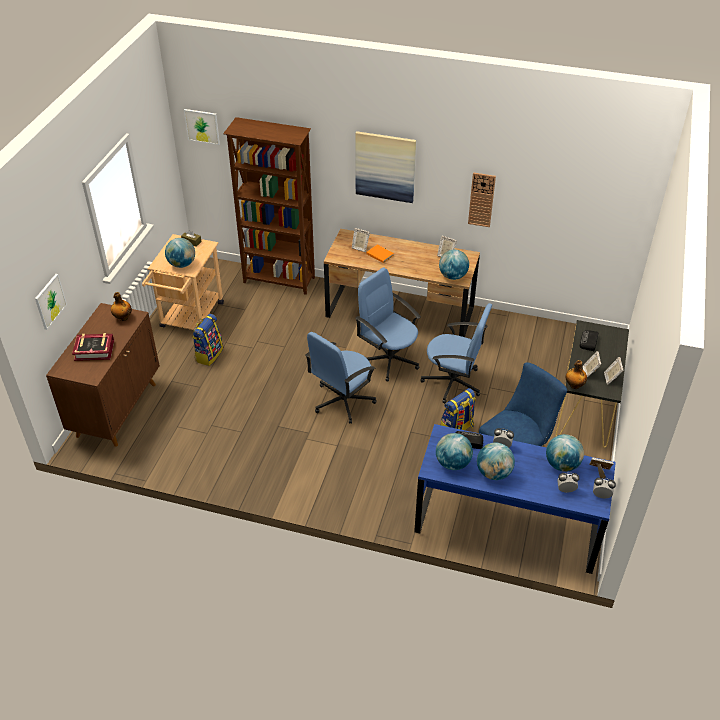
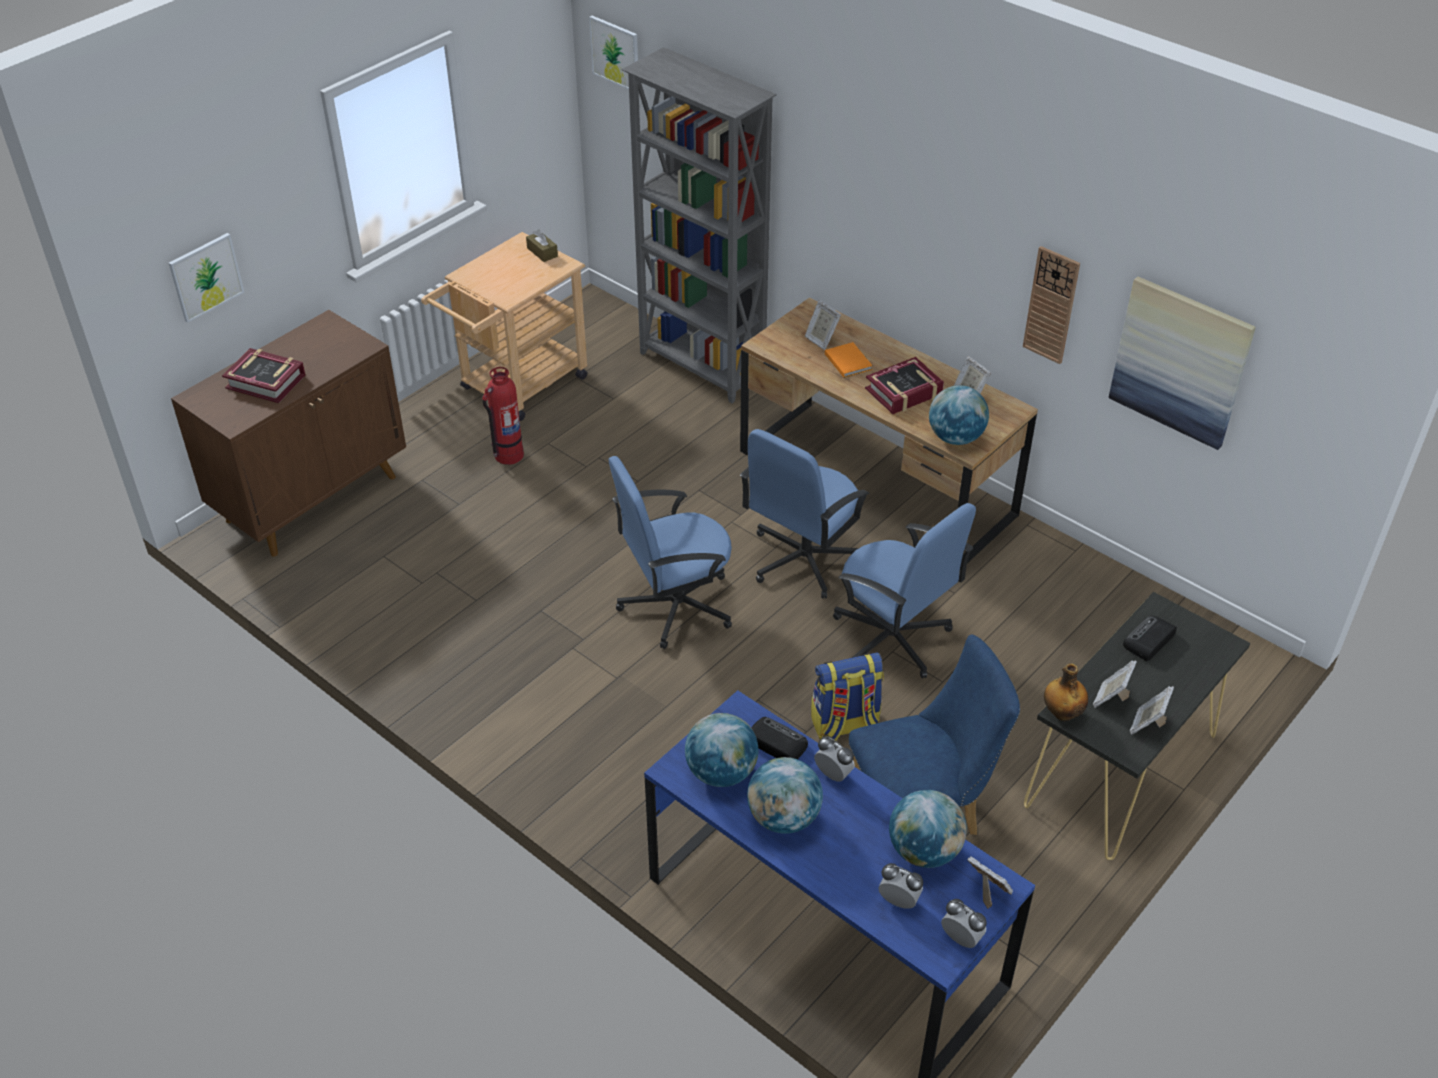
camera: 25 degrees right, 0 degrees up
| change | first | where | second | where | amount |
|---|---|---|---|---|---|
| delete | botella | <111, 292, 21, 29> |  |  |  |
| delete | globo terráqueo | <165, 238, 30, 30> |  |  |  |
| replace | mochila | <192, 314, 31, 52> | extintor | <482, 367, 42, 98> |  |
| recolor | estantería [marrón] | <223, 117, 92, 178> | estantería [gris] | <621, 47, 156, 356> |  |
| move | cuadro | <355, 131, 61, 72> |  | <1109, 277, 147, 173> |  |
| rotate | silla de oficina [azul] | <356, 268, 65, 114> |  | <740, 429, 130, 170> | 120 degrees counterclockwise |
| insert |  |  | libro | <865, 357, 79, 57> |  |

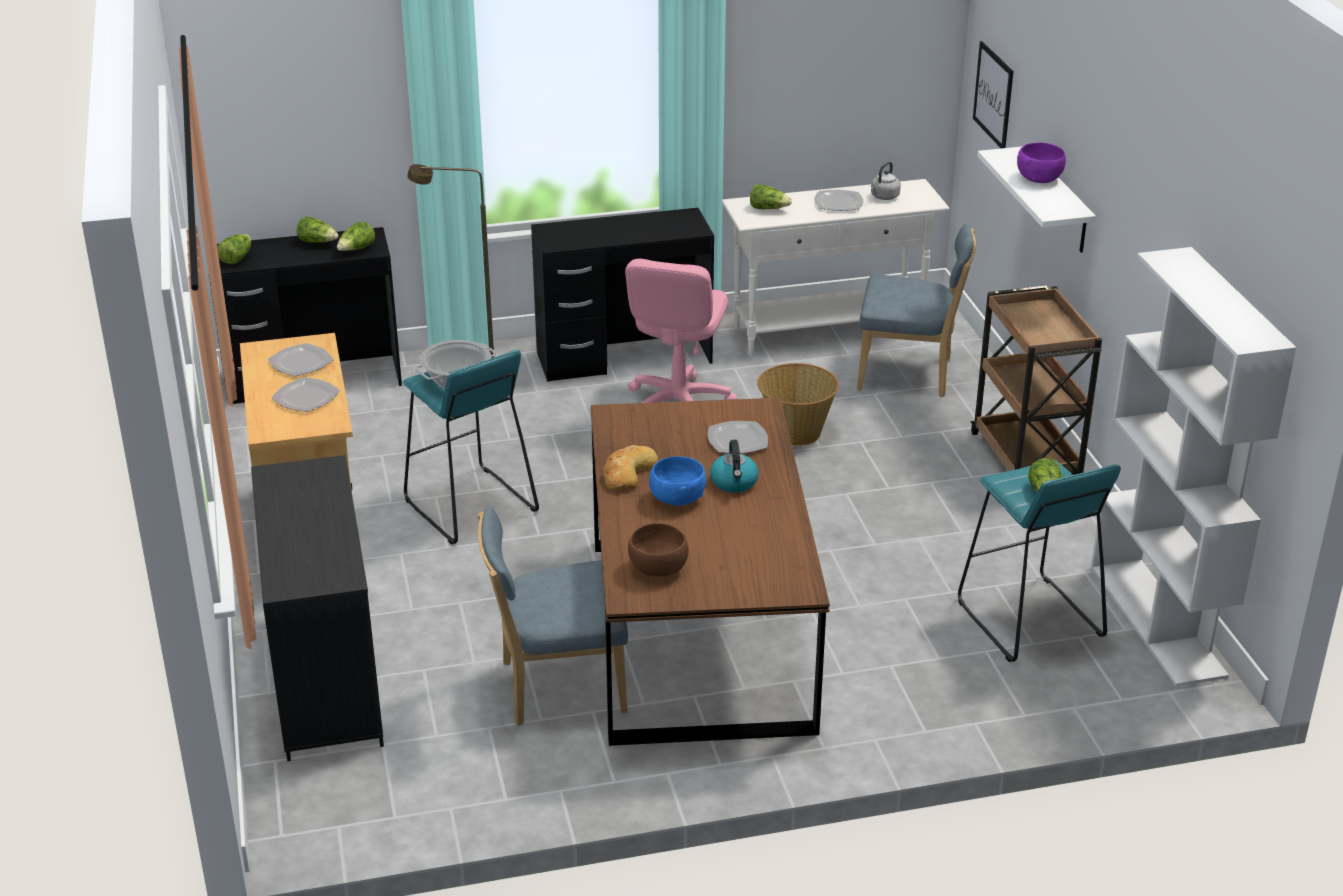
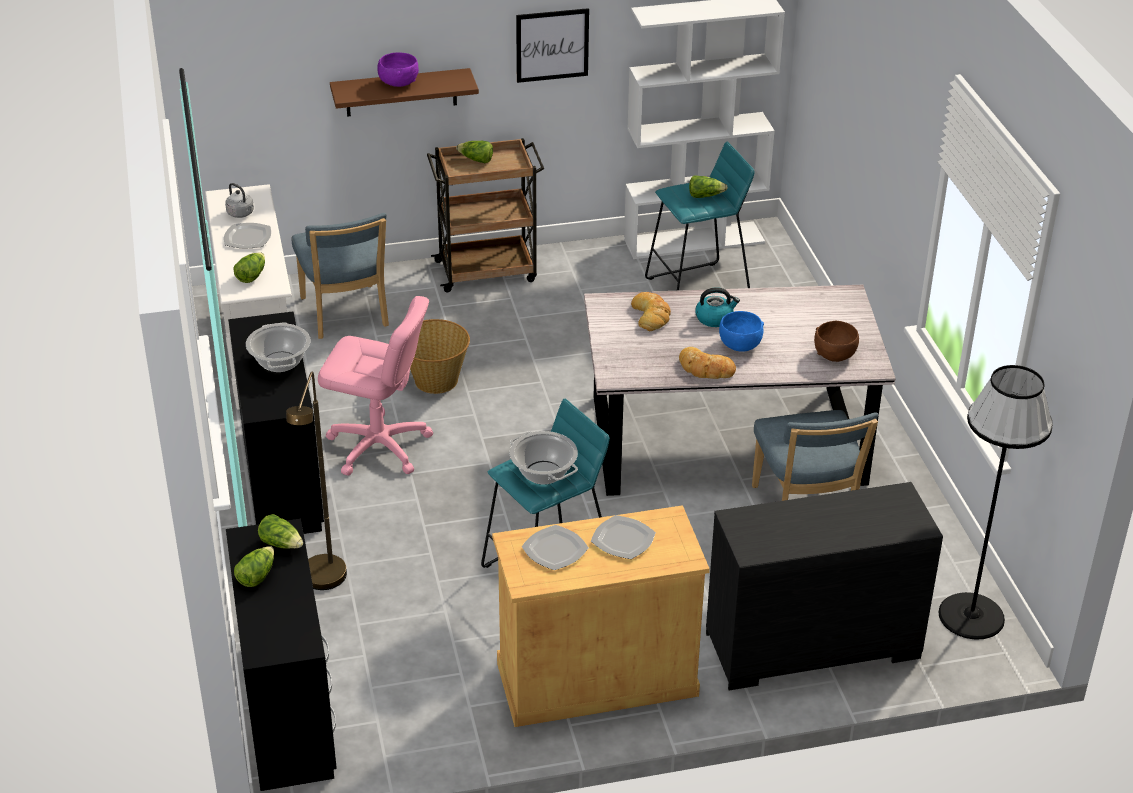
camera: 90 degrees left, 5 degrees up
| change | first | where | second | where | amount |
|---|---|---|---|---|---|
| move | lechuga | <217, 234, 34, 30> |  | <456, 141, 37, 23> |  |
| recolor | mesa de comedor [marrón] | <591, 398, 239, 348> | mesa de comedor [gris] | <584, 285, 312, 211> |  |
| replace | plato | <708, 421, 60, 32> | pan | <631, 292, 40, 39> |  |
| rotate | silla [azul] | <857, 223, 119, 174> |  | <292, 213, 97, 126> | 150 degrees clockwise |
| move | cuadro | <973, 41, 40, 107> |  | <516, 8, 73, 75> |  |
| recolor | estante [blanco] | <977, 146, 119, 107> | estante [marrón] | <330, 68, 149, 49> |  |
| insert |  |  | olla | <246, 322, 64, 50> |  |
| insert |  |  | lámpara de pie [negro] | <939, 365, 114, 275> |  |

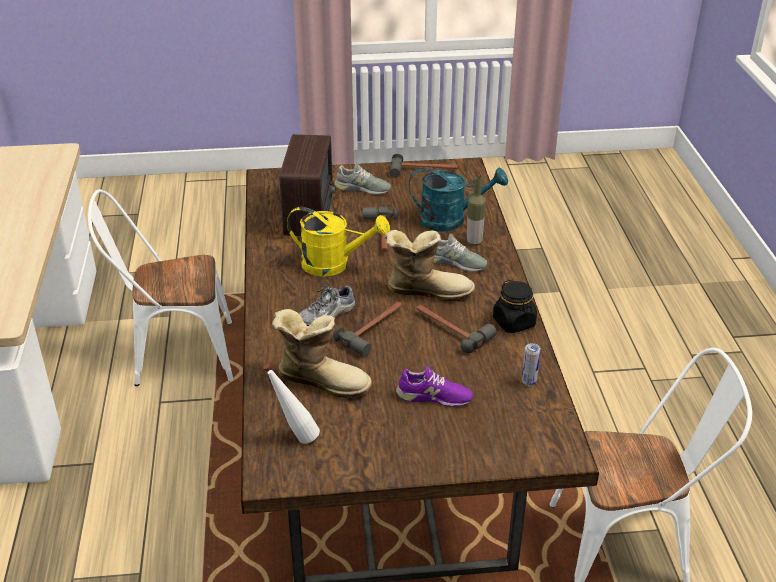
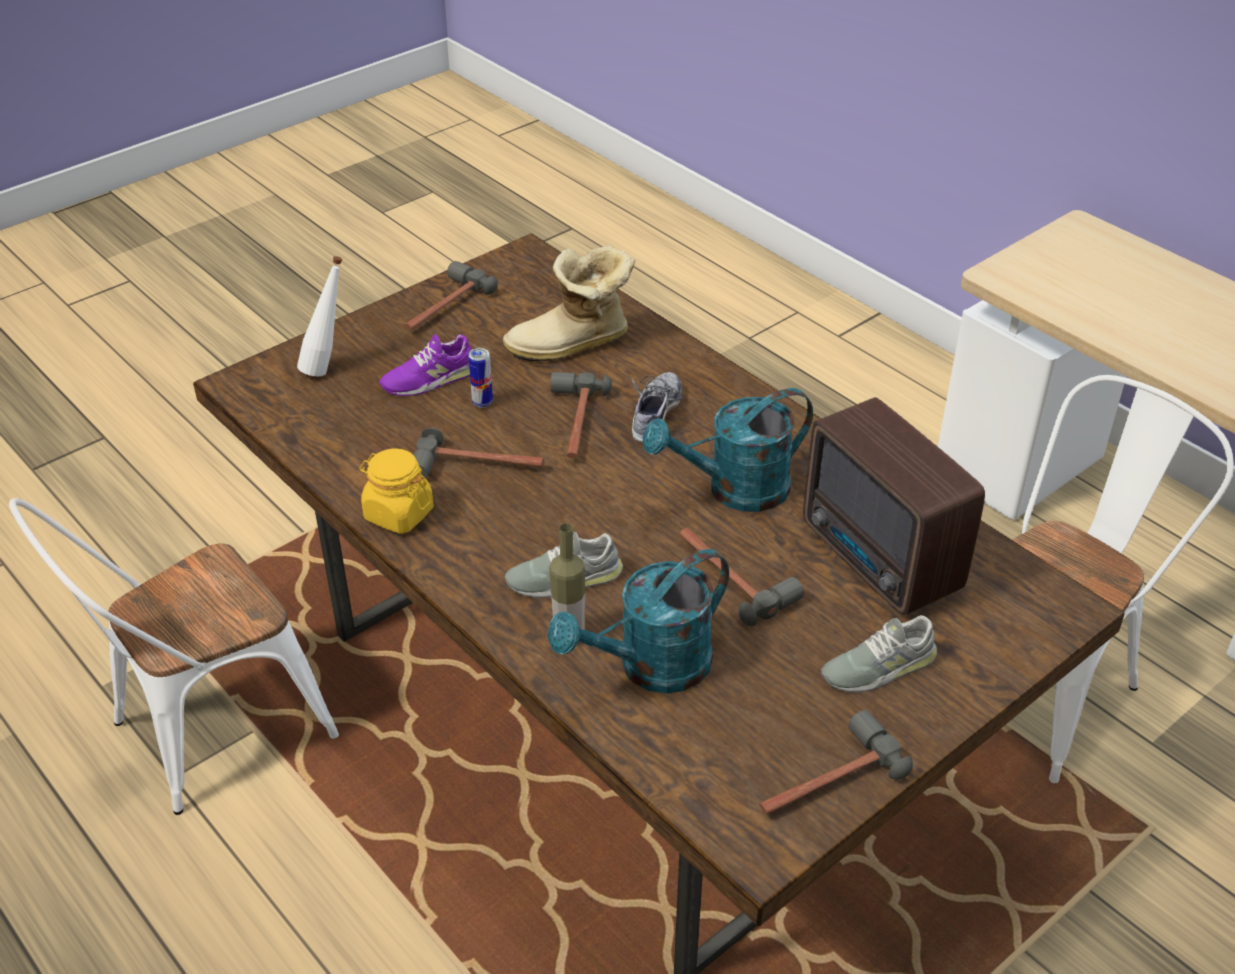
camera: 145 degrees right, 5 degrees up
| change | first | where | second | where | amount |
|---|---|---|---|---|---|
| move | botella [blanco] | <263, 364, 57, 80> |  | <297, 256, 45, 121> |  |
| recolor | regadera [amarillo] | <287, 207, 103, 69> | regadera [turquesa] | <643, 388, 170, 124> |  |
| delete | bota | <384, 230, 91, 71> |  |  |  |
| recolor | tarro [negro] | <493, 280, 44, 53> | tarro [amarillo] | <360, 449, 74, 85> |  |
| move | lata | <522, 343, 19, 43> |  | <468, 348, 25, 60> |  |
| insert |  |  | martillo | <405, 261, 93, 69> |  |

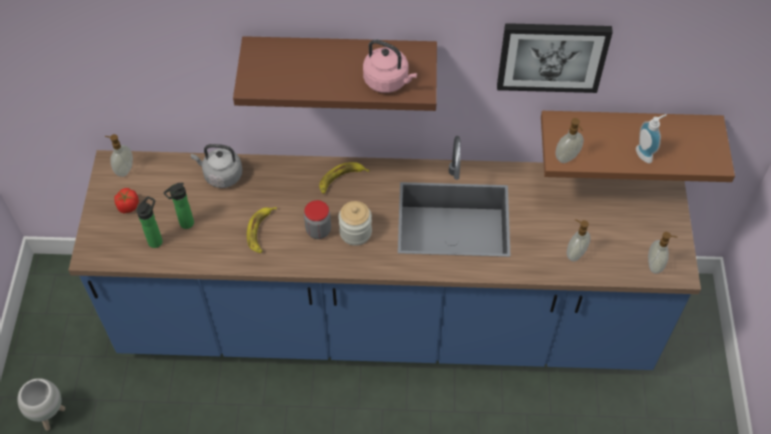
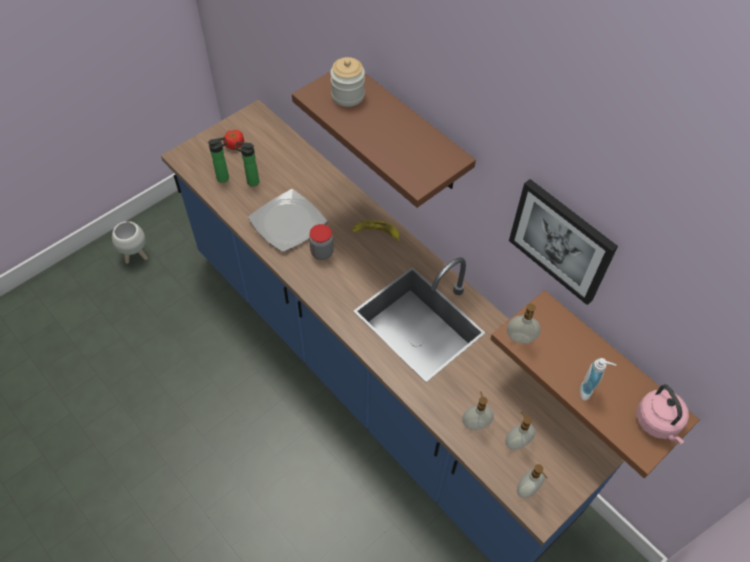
camera: 45 degrees right, 0 degrees up
| change | first | where | second | where | amount |
|---|---|---|---|---|---|
| move | dispensador de jabón | <105, 134, 28, 43> |  | <505, 411, 31, 39> |  |
| delete | hervidor [gris] | <191, 144, 51, 44> |  |  |  |
| replace | plátano | <247, 207, 30, 46> | plato | <248, 189, 79, 63> |  |
| move | tarro | <338, 201, 34, 45> |  | <330, 57, 35, 50> |  |
| move | hervidor [rosa] | <363, 39, 54, 54> |  | <637, 384, 52, 60> |  |

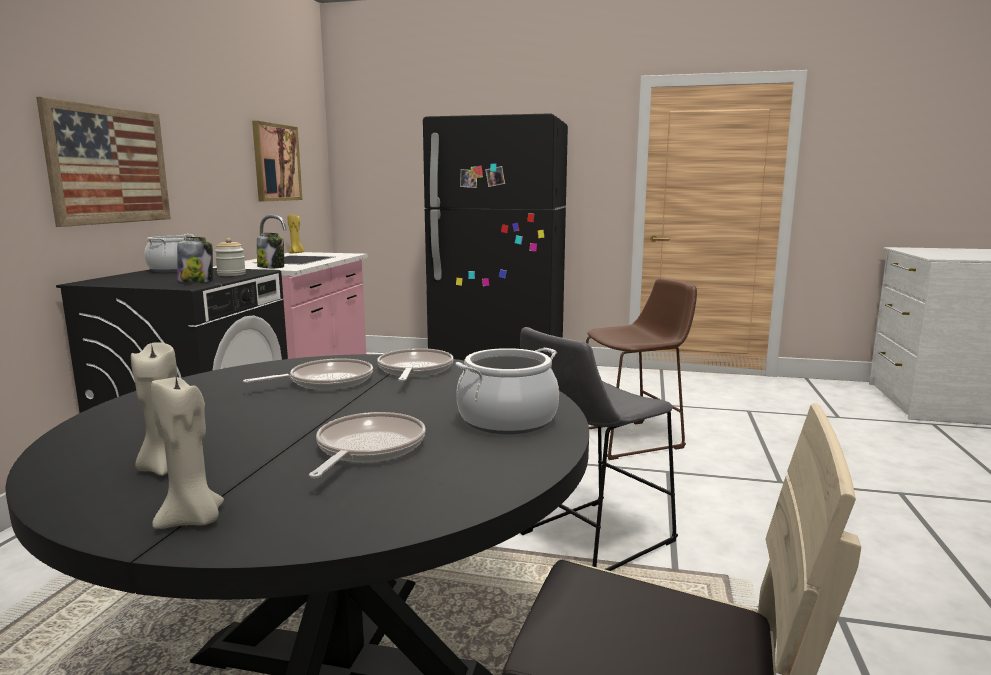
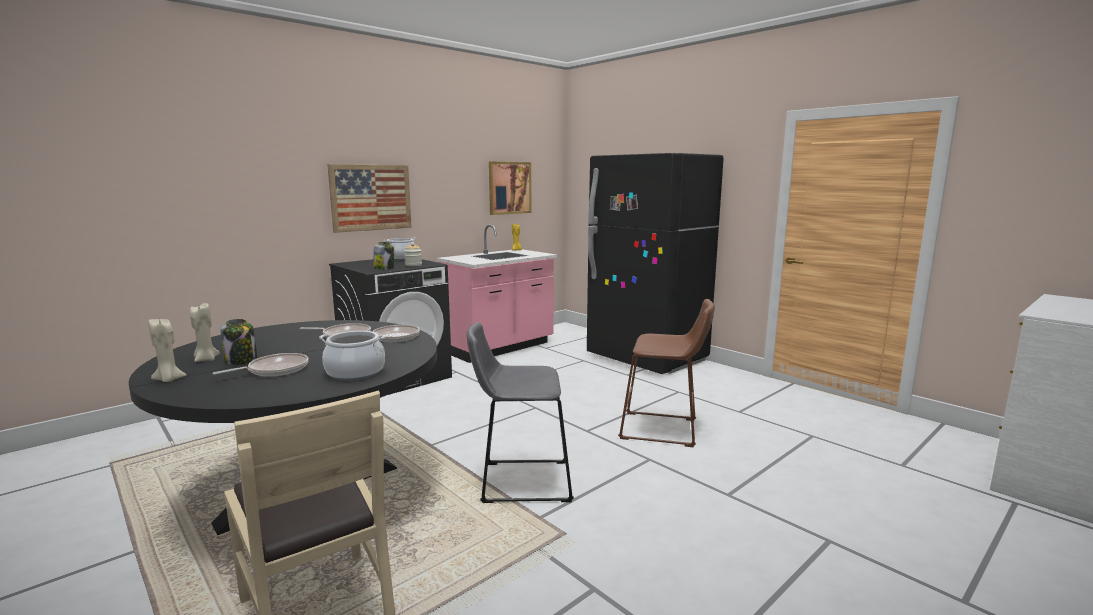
camera: 35 degrees right, 0 degrees up
| change | first | where | second | where | amount |
|---|---|---|---|---|---|
| move | tarro | <257, 233, 27, 35> |  | <220, 319, 37, 46> |  |

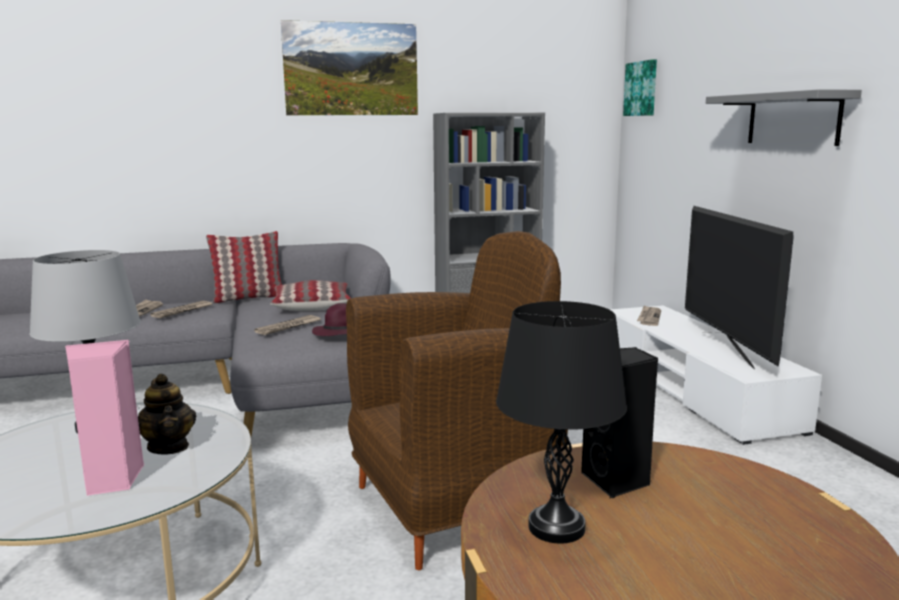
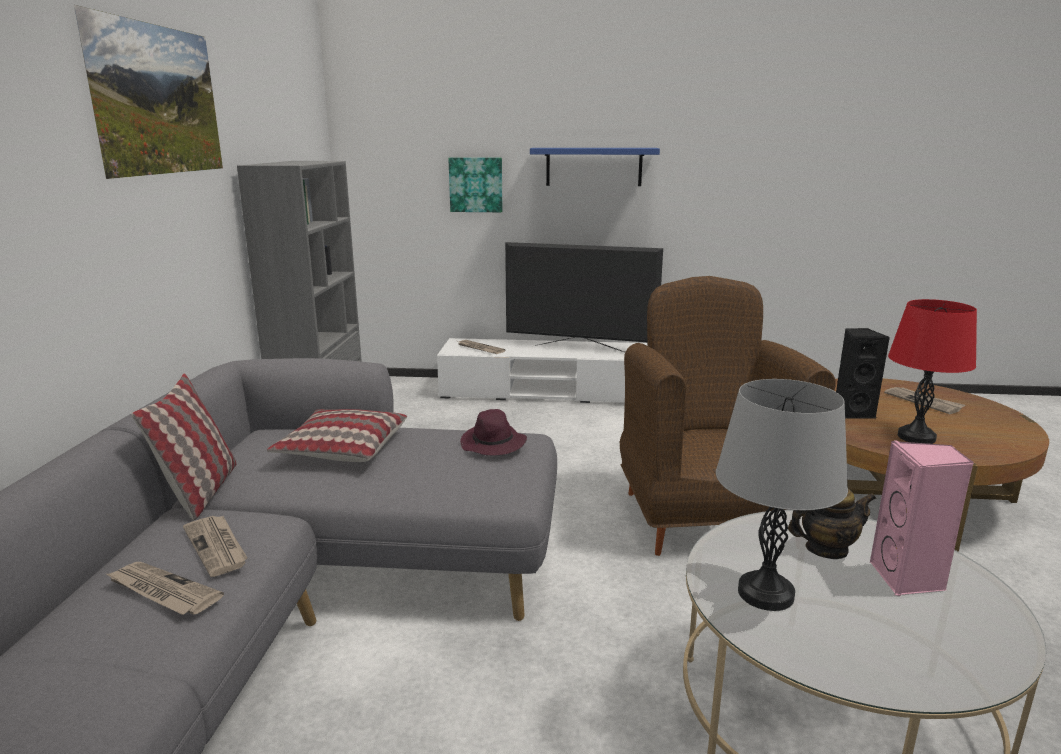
camera: 70 degrees left, 5 degrees up
| change | first | where | second | where | amount |
|---|---|---|---|---|---|
| move | periódico | <254, 315, 67, 20> |  | <884, 387, 81, 27> |  |
| recolor | lámpara de mesa [negro] | <496, 301, 131, 243> | lámpara de mesa [rojo] | <888, 299, 89, 145> |  |
| move | cuadro | <623, 59, 34, 57> |  | <448, 157, 55, 55> |  |
| recolor | estante [gris] | <706, 89, 156, 57> | estante [azul] | <530, 148, 130, 38> |  |

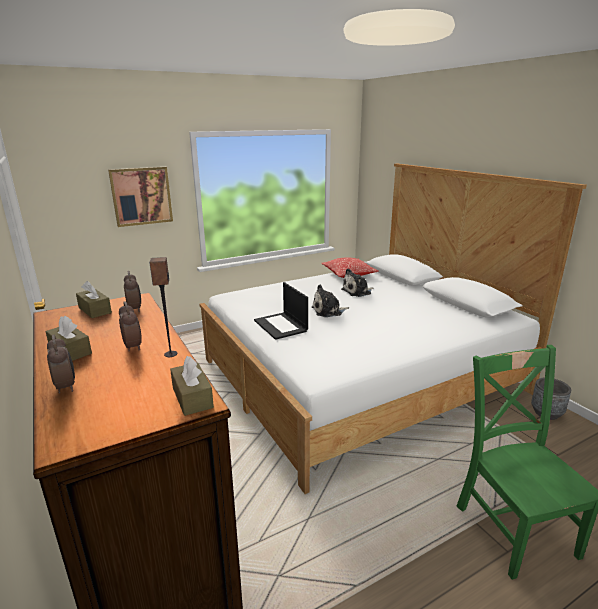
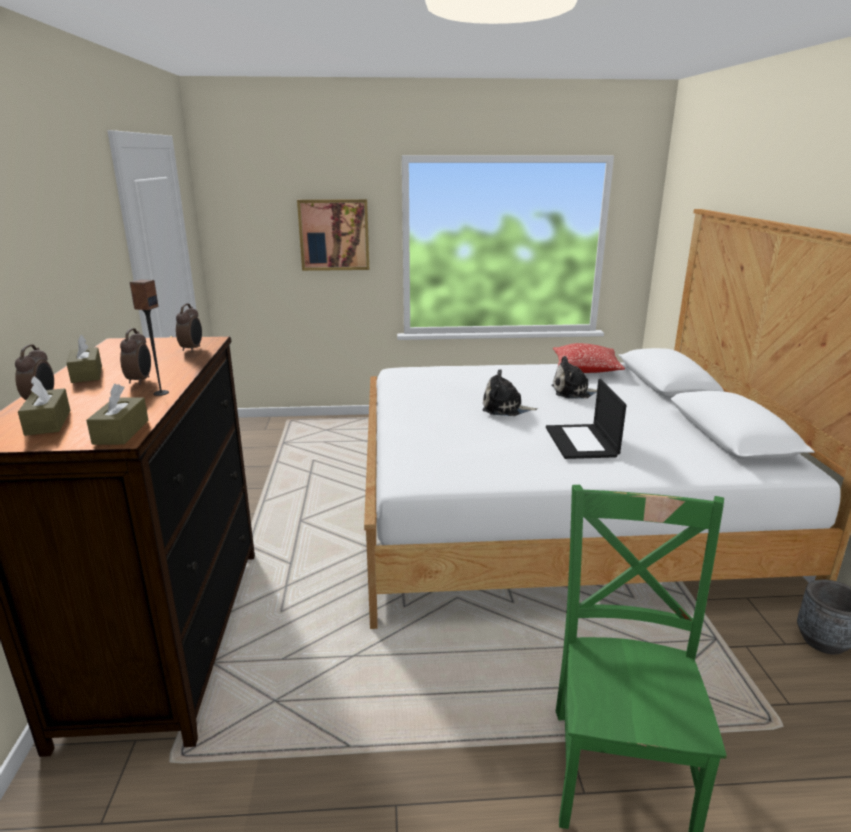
camera: 25 degrees right, 0 degrees up
| change | first | where | second | where | amount |
|---|---|---|---|---|---|
| move | caja de pañuelos [marrón] | <76, 281, 36, 37> |  | <18, 376, 53, 60> |  |
| move | portátil | <254, 282, 54, 58> |  | <546, 379, 80, 80> |  |

